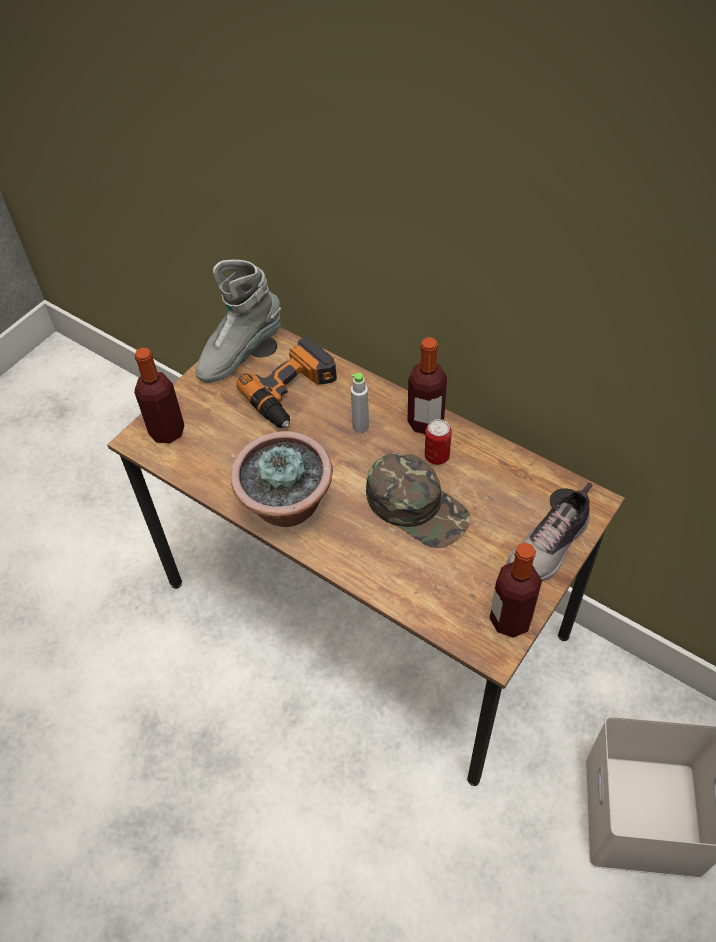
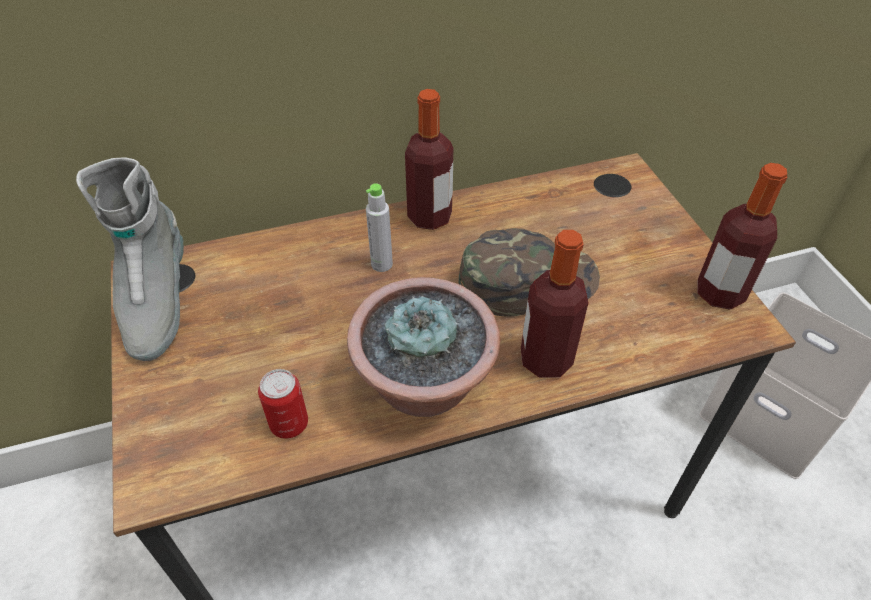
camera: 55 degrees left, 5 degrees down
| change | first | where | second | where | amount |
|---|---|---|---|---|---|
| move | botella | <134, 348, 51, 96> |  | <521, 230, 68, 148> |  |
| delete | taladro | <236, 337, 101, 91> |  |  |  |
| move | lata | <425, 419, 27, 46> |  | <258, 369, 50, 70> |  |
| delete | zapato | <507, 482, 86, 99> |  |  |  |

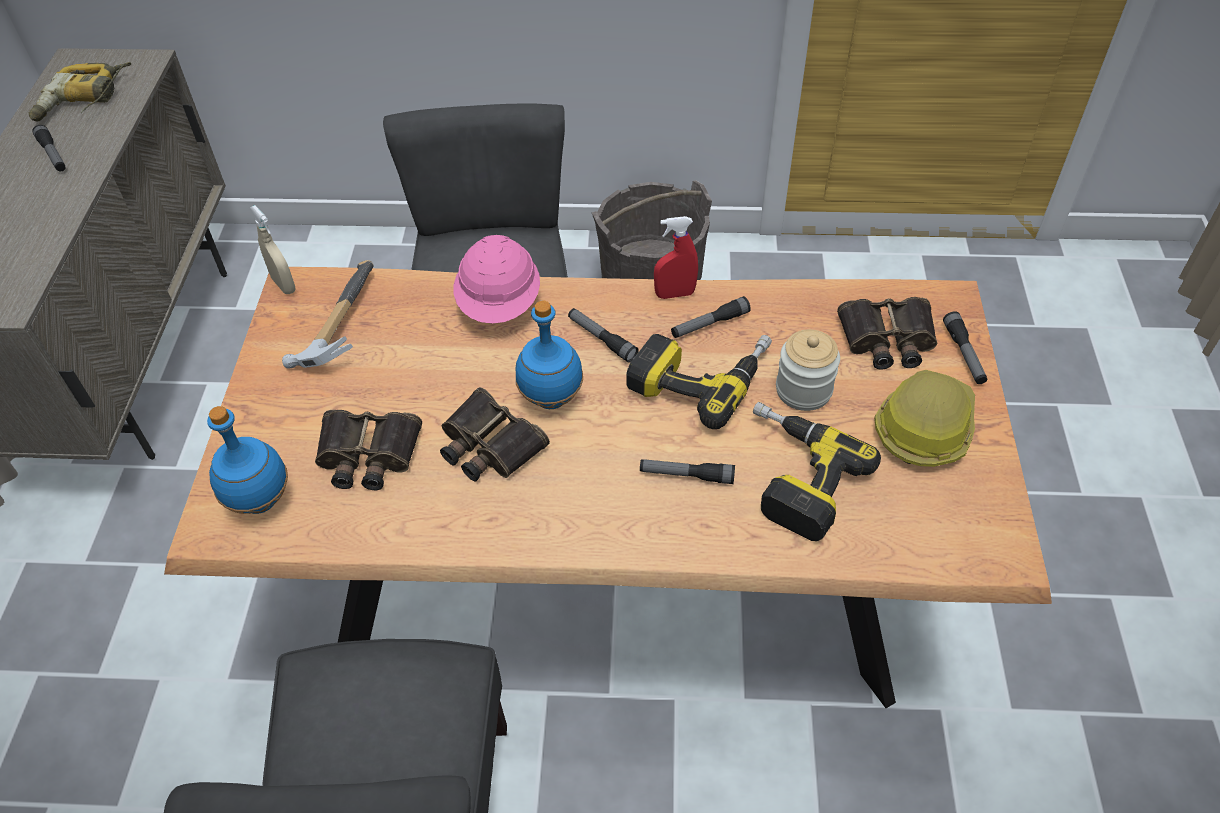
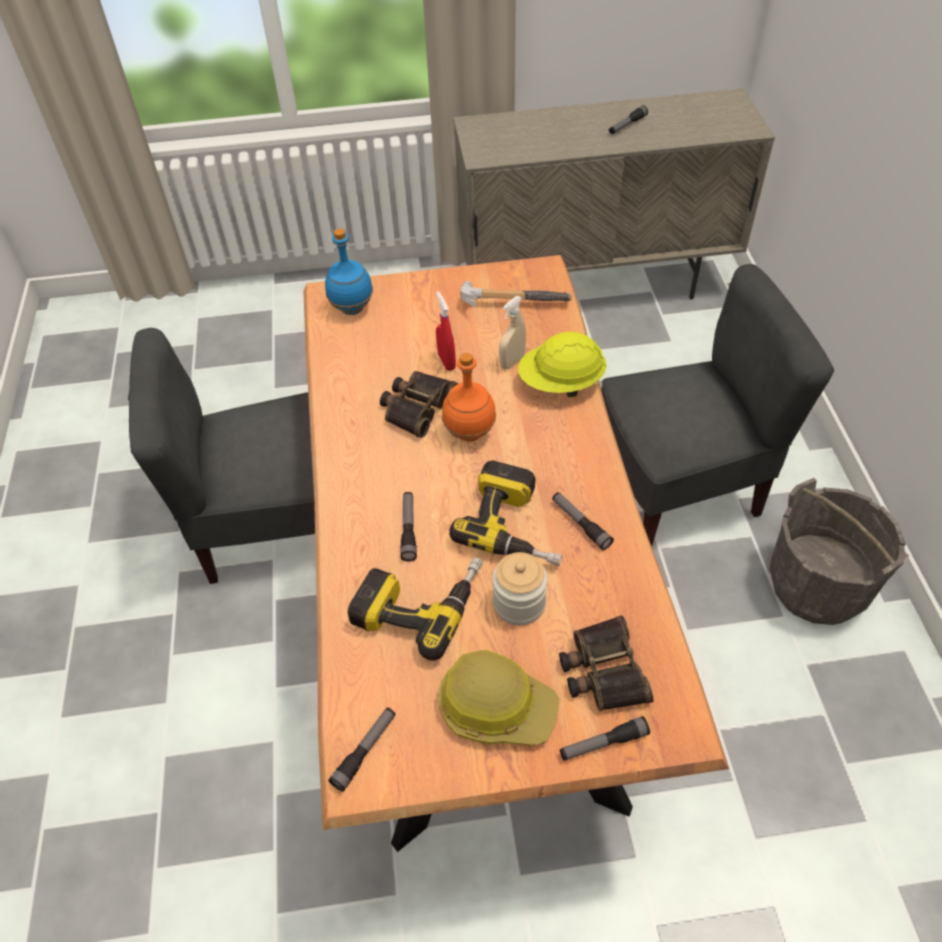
camera: 80 degrees right, 0 degrees up
| change | first | where | second | where | amount |
|---|---|---|---|---|---|
| delete | taladro | <29, 62, 102, 59> |  |  |  |
| move | pulverizador [beis] | <250, 205, 46, 89> |  | <499, 296, 27, 74> |  |
| delete | prismáticos | <315, 410, 107, 80> |  |  |  |
| recolor | casco [rosa] | <454, 235, 86, 89> | casco [amarillo] | <518, 332, 89, 65> |  |
| recolor | botella [azul] | <516, 301, 67, 108> | botella [naranja] | <442, 353, 54, 89> |  |
| move | linterna | <568, 308, 71, 55> |  | <328, 707, 68, 85> |  |
| move | pulverizador [rojo] | <654, 216, 44, 83> |  | <436, 291, 20, 80> |  |

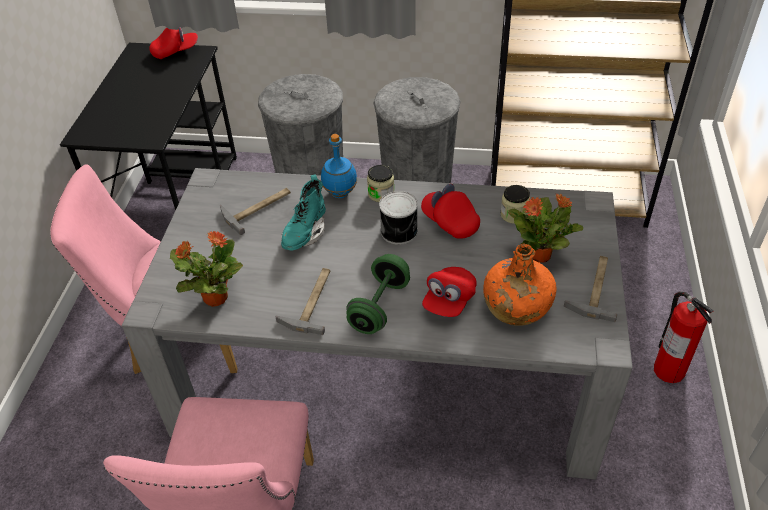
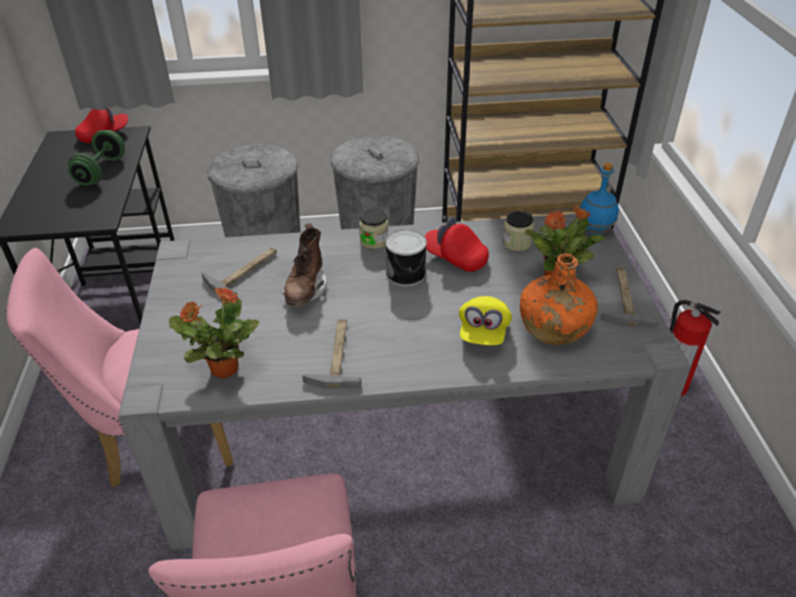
camera: 15 degrees left, 5 degrees down
| change | first | where | second | where | amount |
|---|---|---|---|---|---|
| recolor | bota [turquesa] | <281, 174, 45, 76> | bota [marrón] | <281, 223, 46, 83> |  |
| move | botella [azul] | <321, 134, 36, 64> |  | <580, 163, 39, 72> |  |
| move | mancuerna [verde] | <346, 254, 64, 80> |  | <68, 130, 57, 56> |  |
| recolor | gorra [rojo] | <422, 267, 55, 50> | gorra [amarillo] | <459, 296, 53, 49> |  |

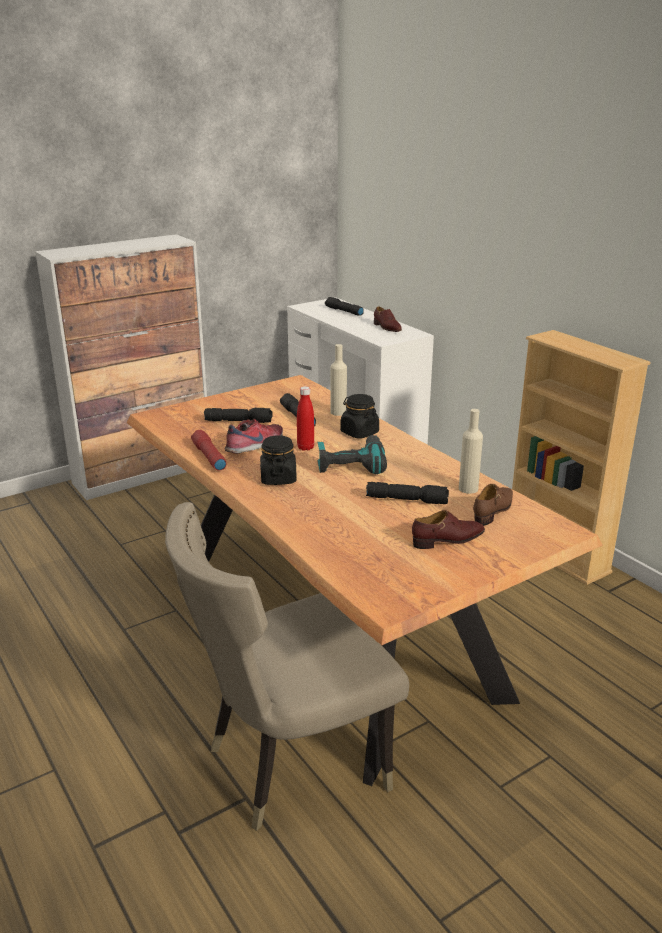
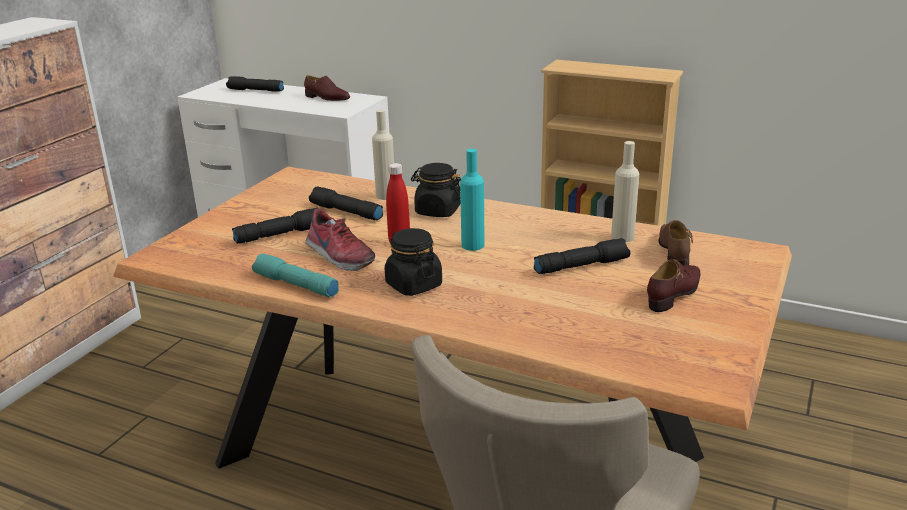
camera: 30 degrees left, 0 degrees up
| change | first | where | second | where | amount |
|---|---|---|---|---|---|
| recolor | linterna [rojo] | <191, 430, 35, 41> | linterna [turquesa] | <252, 254, 87, 43> |  |
| rotate | zapato | <225, 419, 58, 35> |  | <305, 208, 70, 63> | 120 degrees clockwise |
| replace | taladro | <318, 435, 69, 40> | botella [turquesa] | <460, 149, 25, 102> |  |

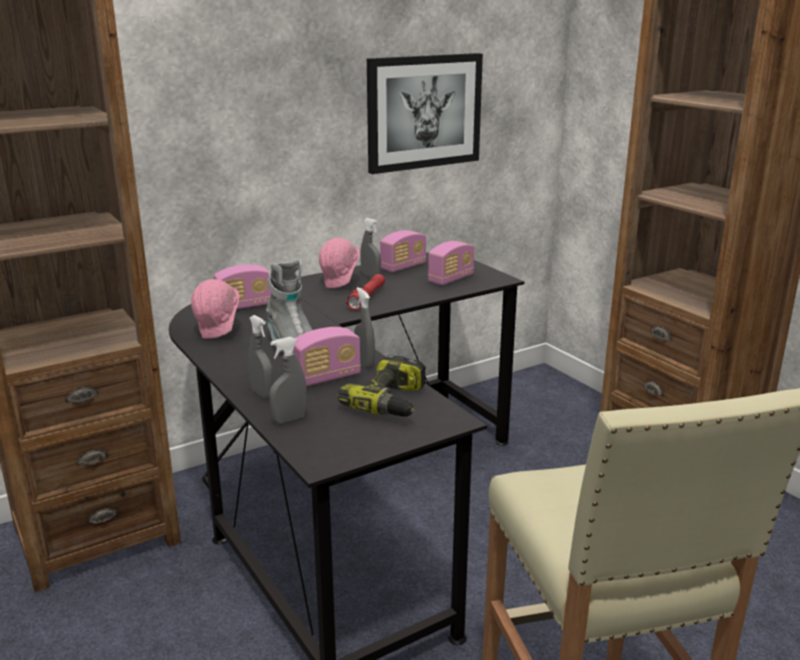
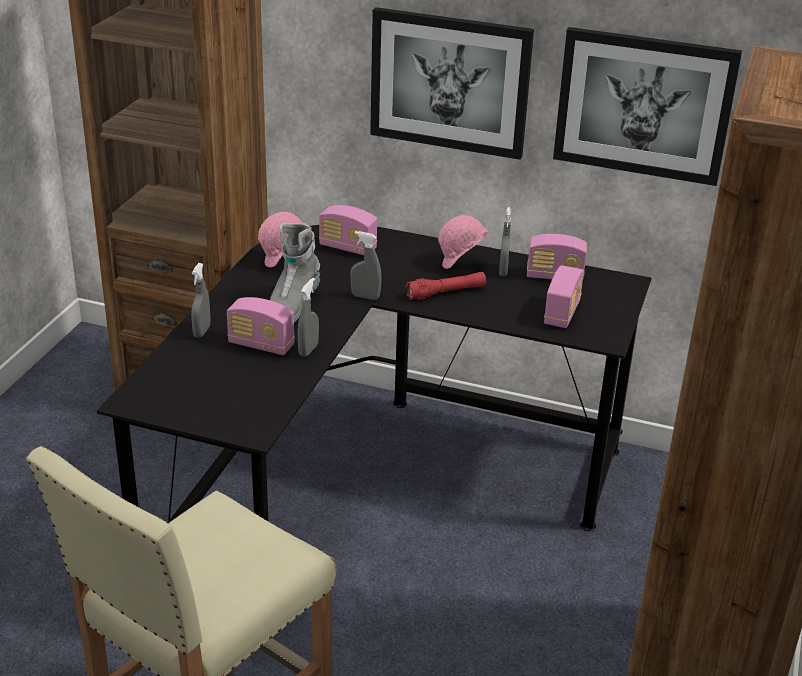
camera: 50 degrees right, 10 degrees up
| change | first | where | second | where | amount |
|---|---|---|---|---|---|
| move | pulverizador [gris] | <270, 337, 37, 87> |  | <350, 231, 32, 69> |  |
| delete | taladro | <338, 355, 88, 62> |  |  |  |
| rotate | radio | <428, 241, 46, 44> |  | <544, 265, 40, 63> | 75 degrees counterclockwise |
| insert |  |  | cuadro | <370, 7, 164, 153> |  |

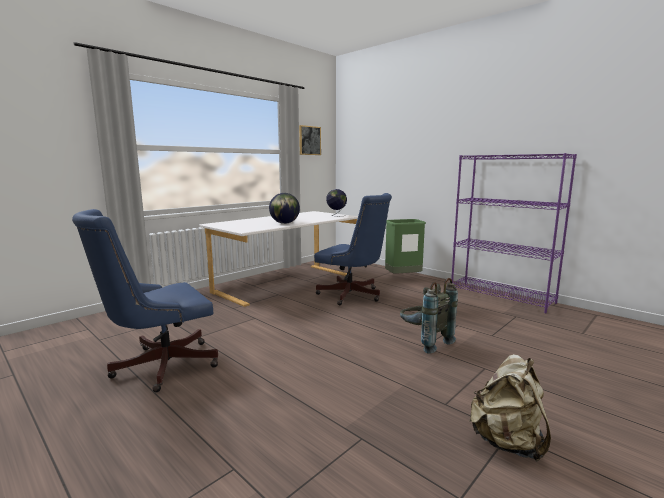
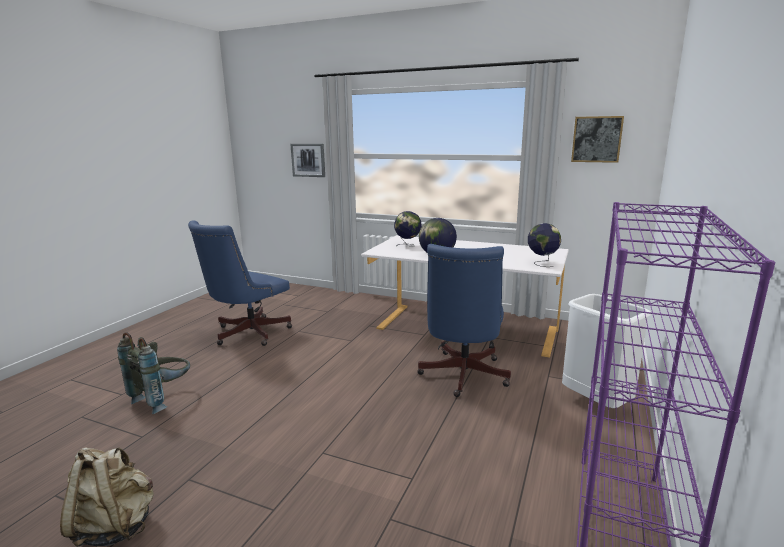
camera: 70 degrees right, 5 degrees up
| change | first | where | second | where | amount |
|---|---|---|---|---|---|
| rotate | silla de oficina [azul] | <72, 209, 146, 183> |  | <188, 220, 104, 126> | 90 degrees counterclockwise |
| recolor | papelera [verde] | <385, 219, 41, 55> | papelera [blanco] | <562, 294, 89, 114> |  |
| move | mochila [gris] | <400, 278, 58, 76> |  | <117, 332, 73, 82> |  |
| insert |  |  | cuadro | <291, 144, 34, 33> |  |
| insert |  |  | globo terráqueo | <394, 211, 28, 35> |  |

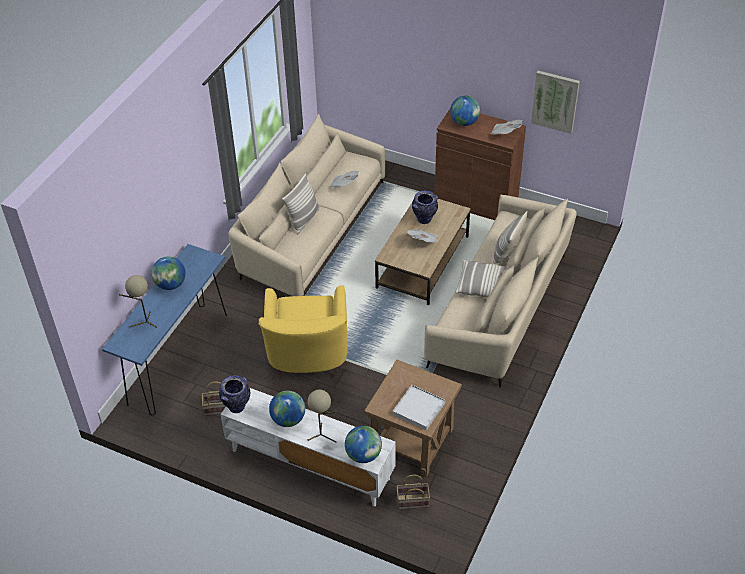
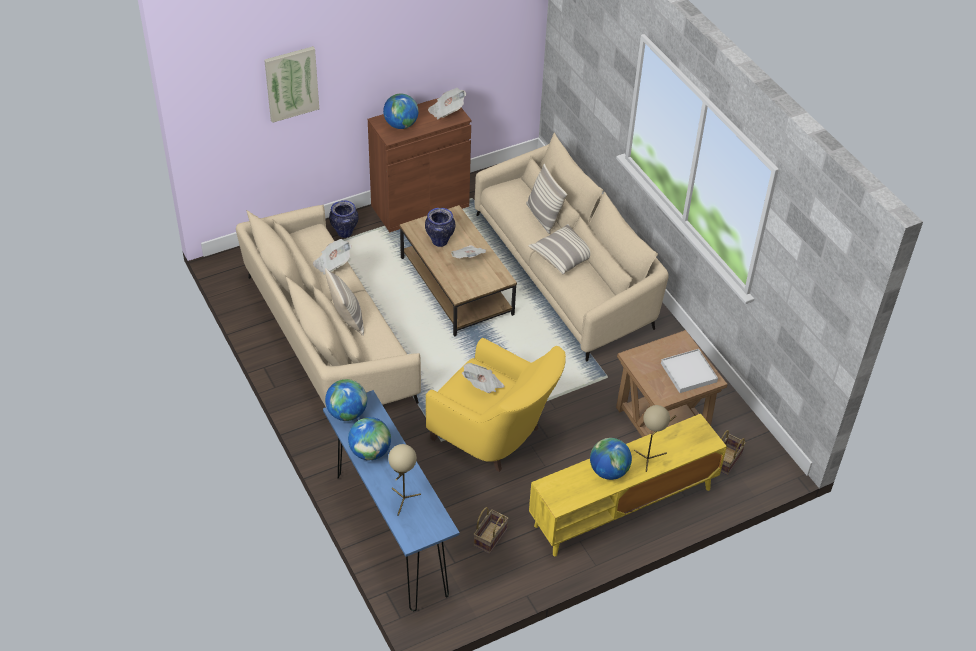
camera: 55 degrees left, 0 degrees up
| change | first | where | second | where | amount |
|---|---|---|---|---|---|
| move | florero | <219, 375, 31, 38> |  | <329, 200, 30, 38> |  |
| recolor | mueble de televisión [blanco] | <220, 388, 176, 119> | mueble de televisión [amarillo] | <529, 414, 198, 142> |  |
| move | globo terráqueo | <345, 426, 37, 37> |  | <325, 379, 42, 42> |  |
| move | cuadro | <531, 71, 49, 63> |  | <264, 46, 55, 77> |  |
| insert |  |  | periódico | <462, 363, 43, 30> |  |

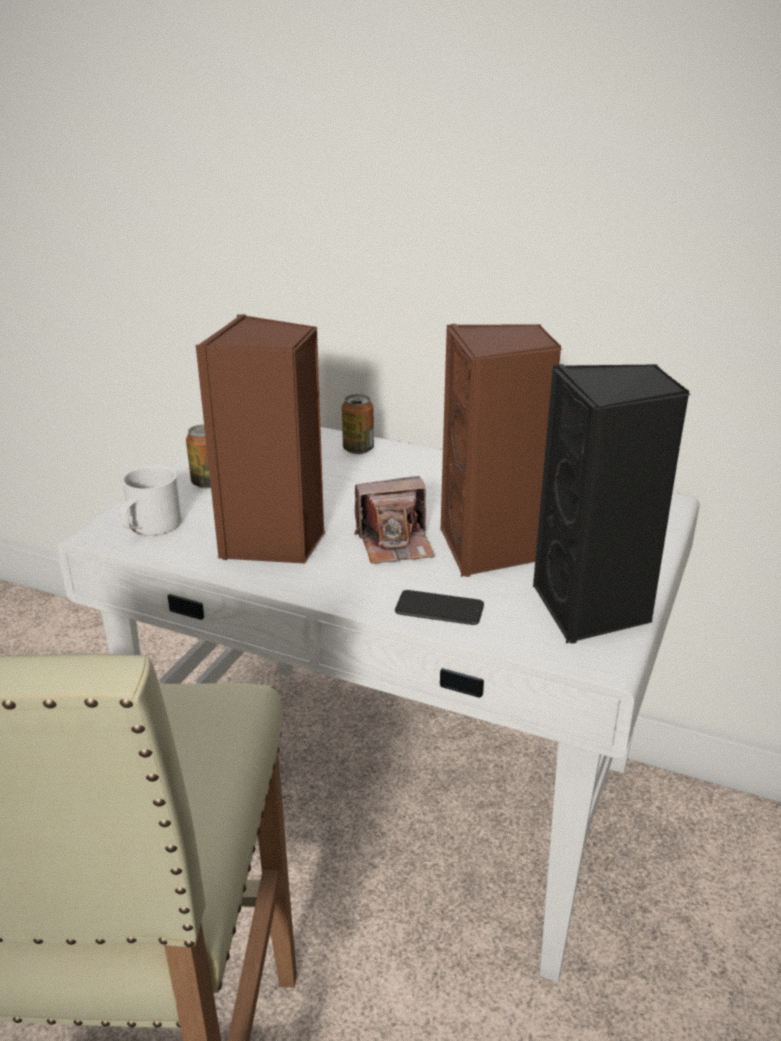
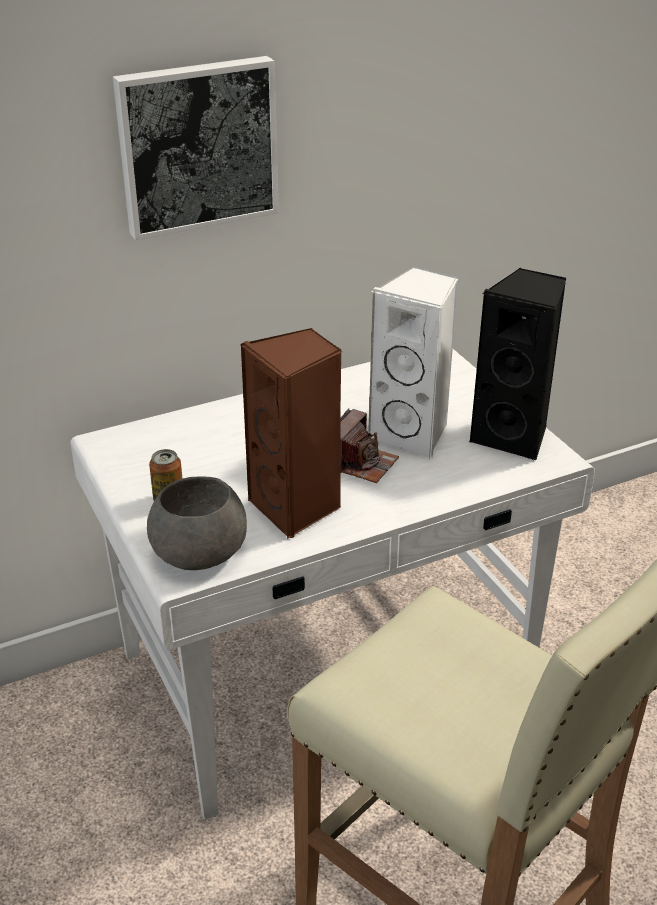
camera: 50 degrees left, 5 degrees up
| change | first | where | second | where | amount |
|---|---|---|---|---|---|
| replace | taza grande [blanco] | <120, 465, 61, 71> | cuenco [gris] | <147, 477, 100, 93> |  |
| delete | lata | <342, 394, 32, 60> |  |  |  |
| delete | móvil | <395, 590, 89, 35> |  |  |  |
| recolor | altavoz [marrón] | <440, 324, 122, 253> | altavoz [blanco] | <368, 266, 90, 193> |  |
| insert |  |  | cuadro | <113, 56, 166, 184> |  |

